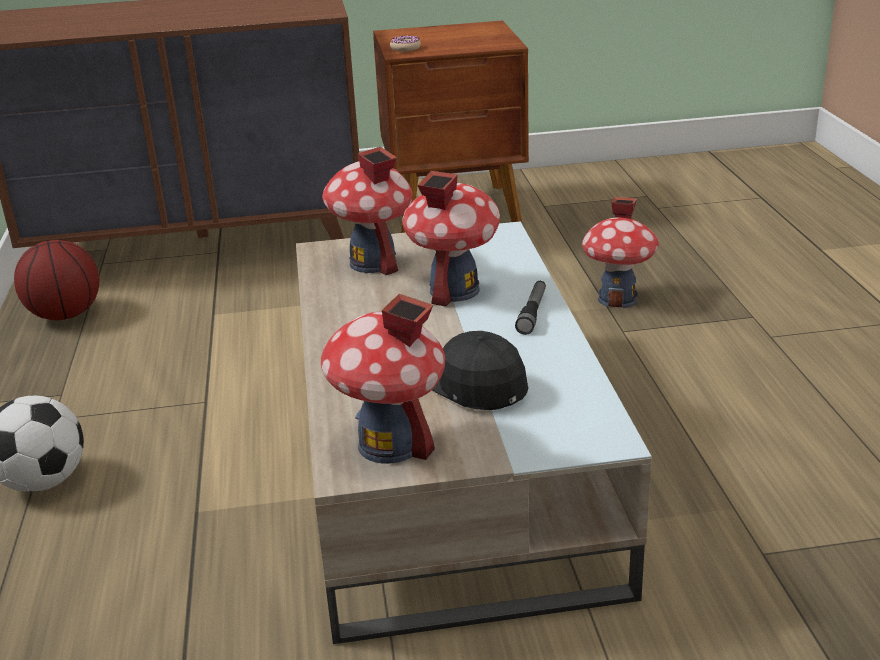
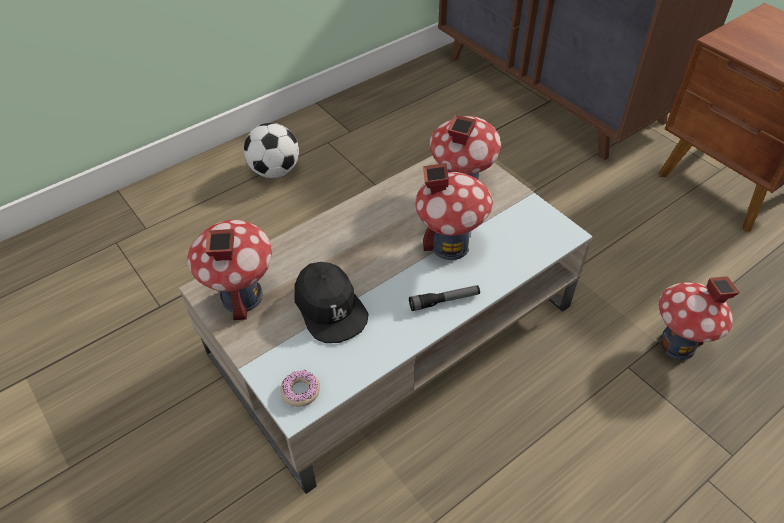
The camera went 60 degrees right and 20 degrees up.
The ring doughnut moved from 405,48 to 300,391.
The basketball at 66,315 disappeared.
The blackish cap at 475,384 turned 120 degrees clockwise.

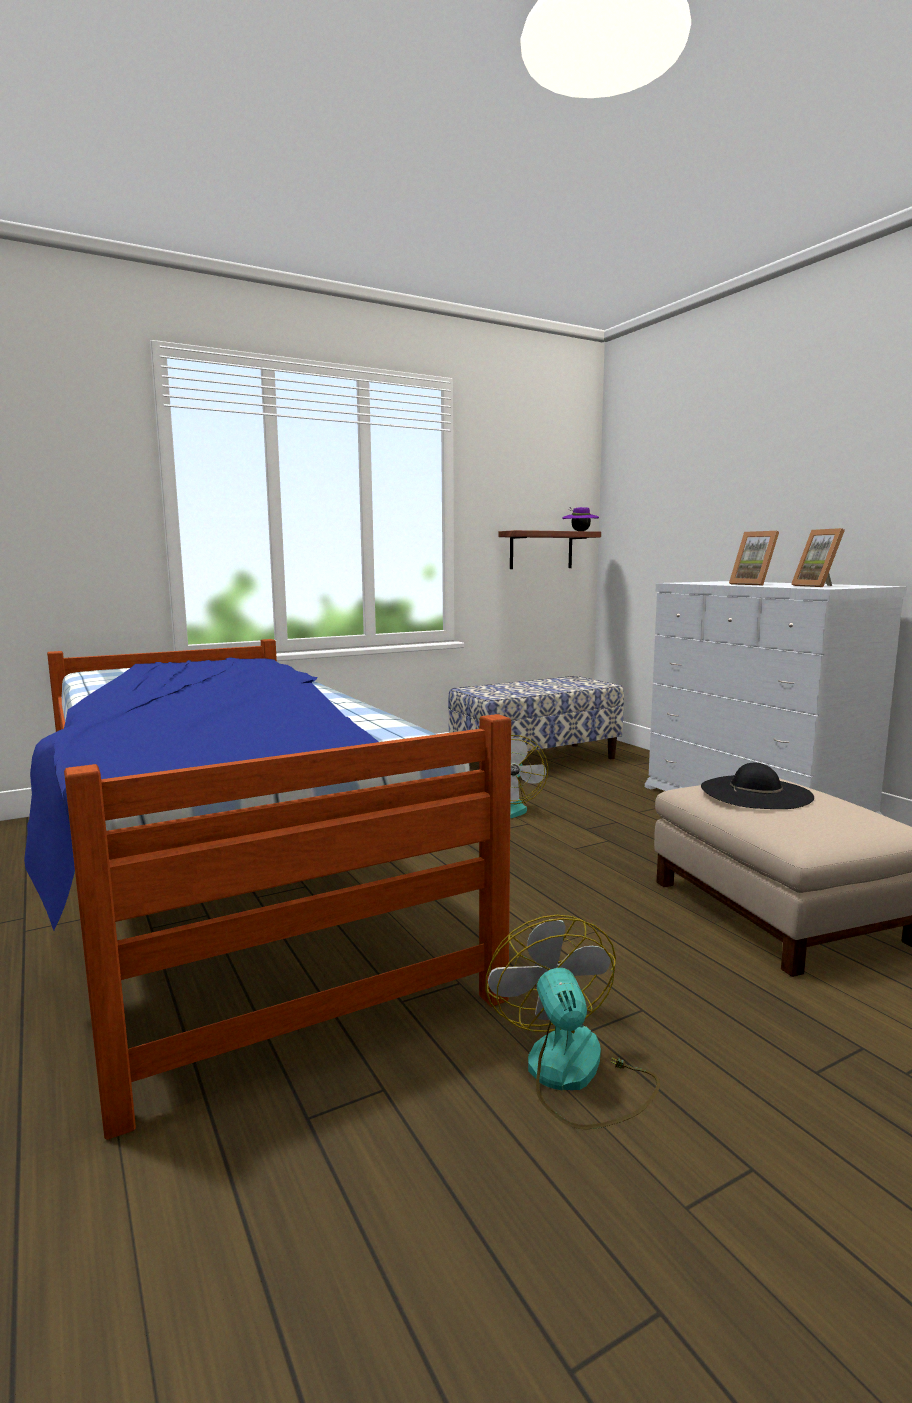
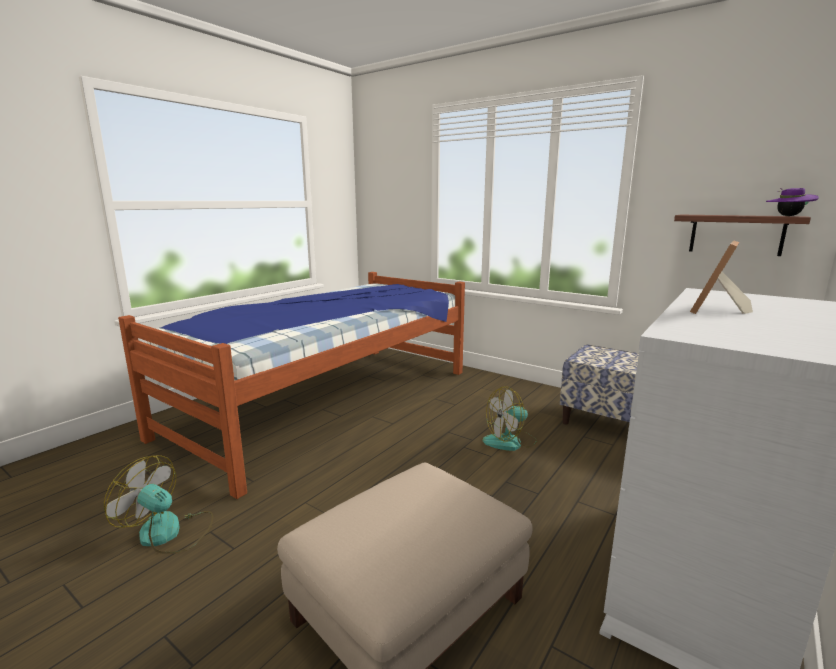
The camera went 65 degrees right and 5 degrees up.
The standing frame at 819,586 disappeared.
The blackish hat at 755,792 disappeared.
The electric fan at 574,1075 turned 120 degrees counterclockwise.

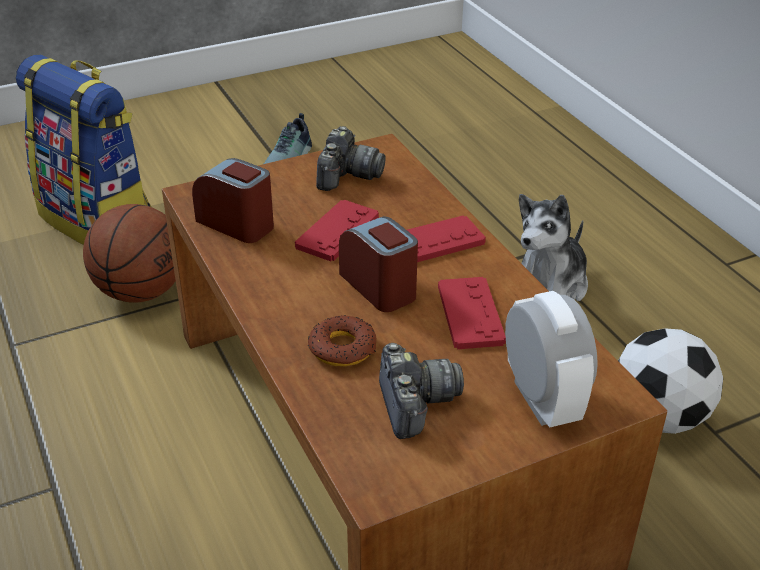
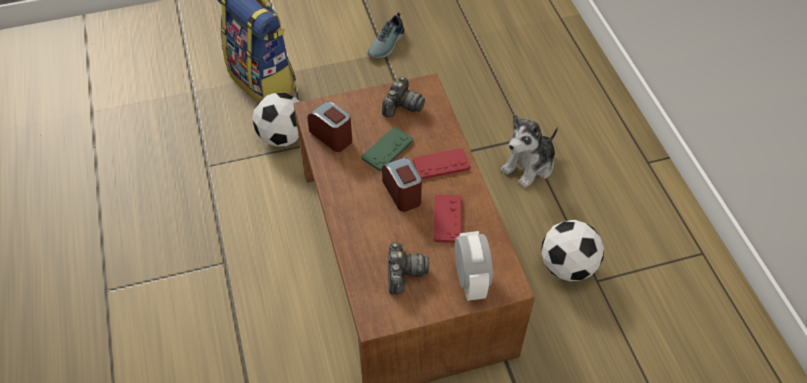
The camera went 10 degrees right and 15 degrees up.
The reddish game controller at 337,232 became the greenish game controller at 387,150.
The basketball at 141,291 was replaced by the ball for football at 283,137.
The ring doughnut at 342,348 disappeared.

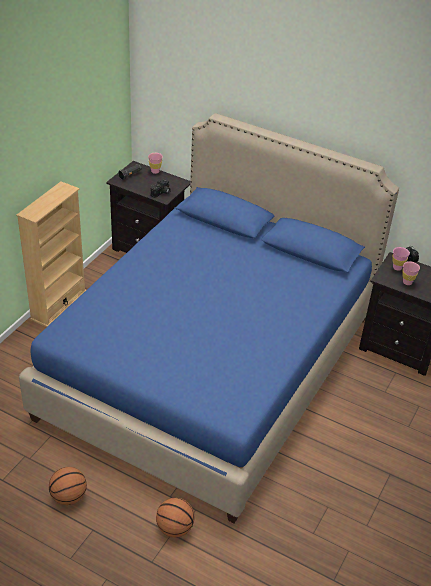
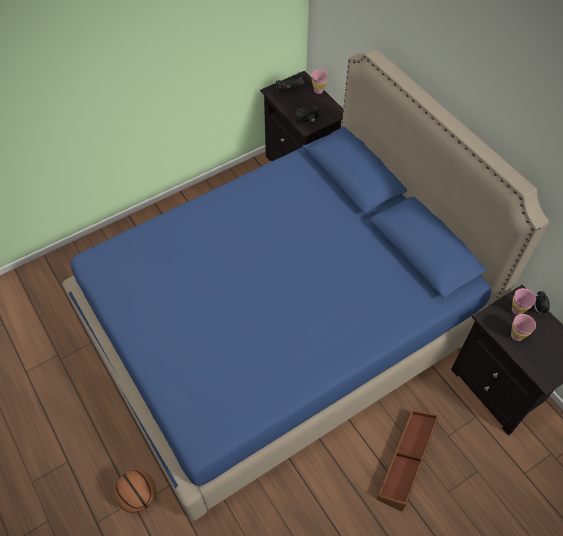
The camera went 30 degrees right and 15 degrees up.
The beige-coloured shelving unit at 58,305 disappeared.
The basketball at 68,497 disappeared.
The brownish storage box at 407,461 appeared.

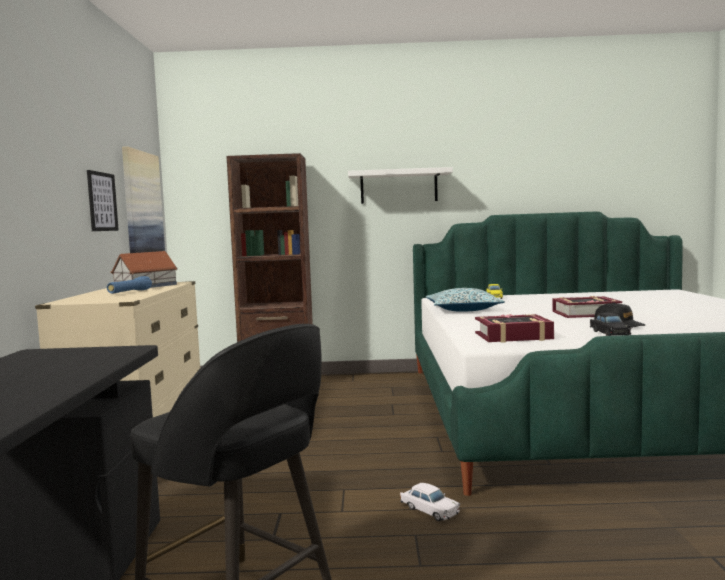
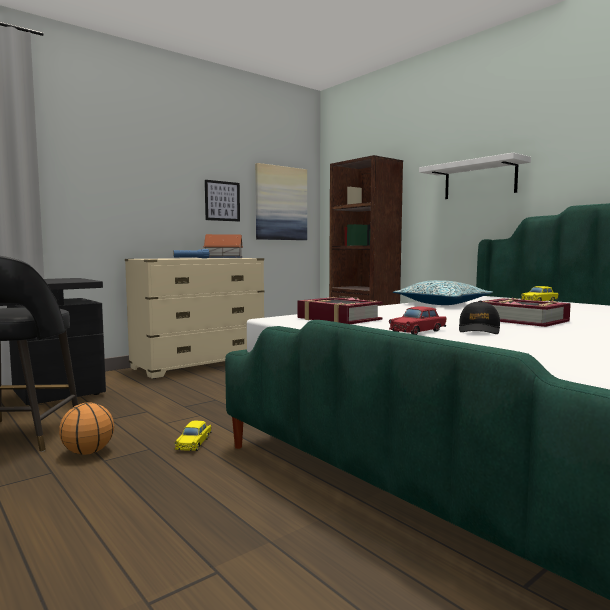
The camera went 50 degrees right and 0 degrees up.
The blackish model car at 609,333 became the reddish model car at 418,331.
The white model car at 429,510 became the yellowish model car at 194,443.
The basketball at 87,452 appeared.

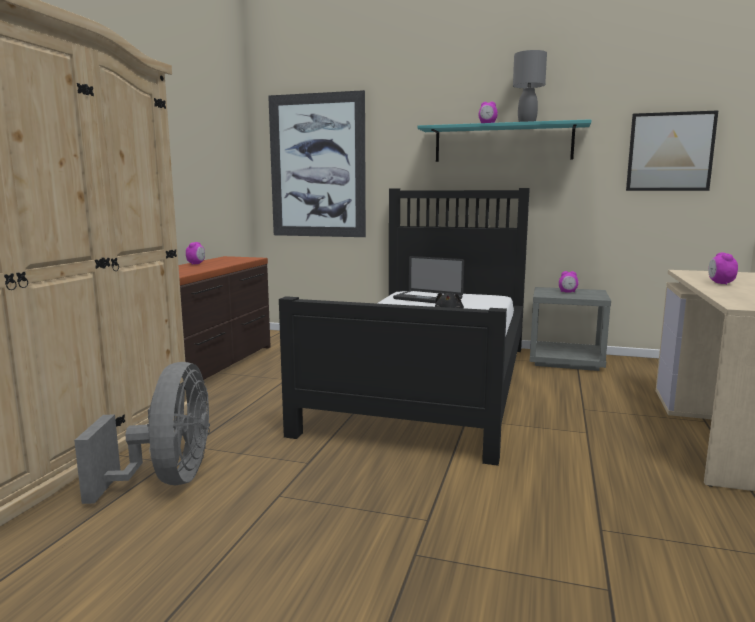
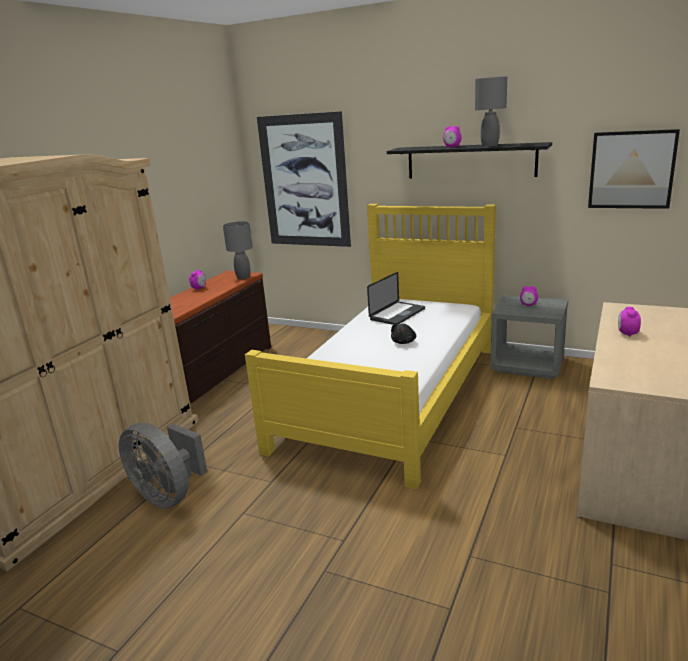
The camera went 10 degrees right and 10 degrees up.
The blue-green wall shelf at 503,143 became the blackish wall shelf at 470,161.
The blackish bedroom bed at 428,383 became the yellowish bedroom bed at 392,394.
The laptop at 428,299 turned 90 degrees counterclockwise.
The gray electric fan at 167,480 turned 120 degrees clockwise.
The gray tabletop lamp at 243,277 appeared.

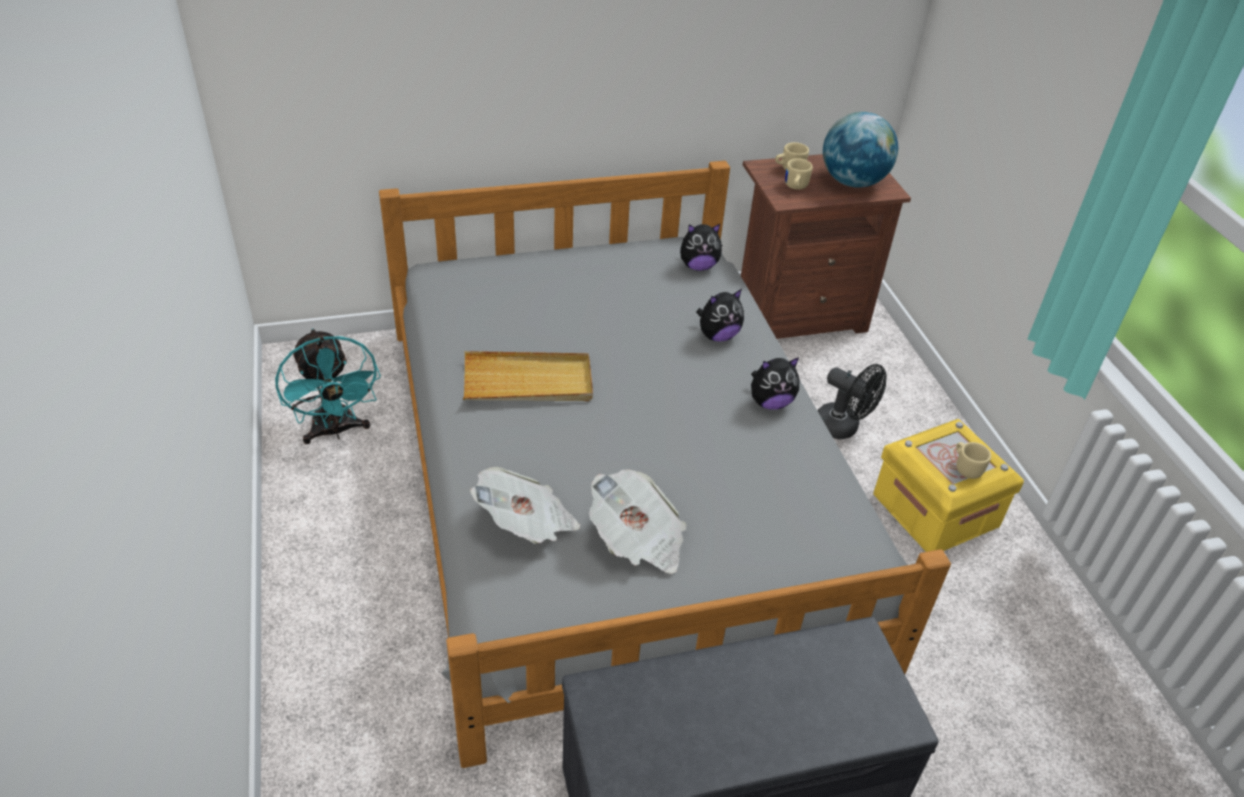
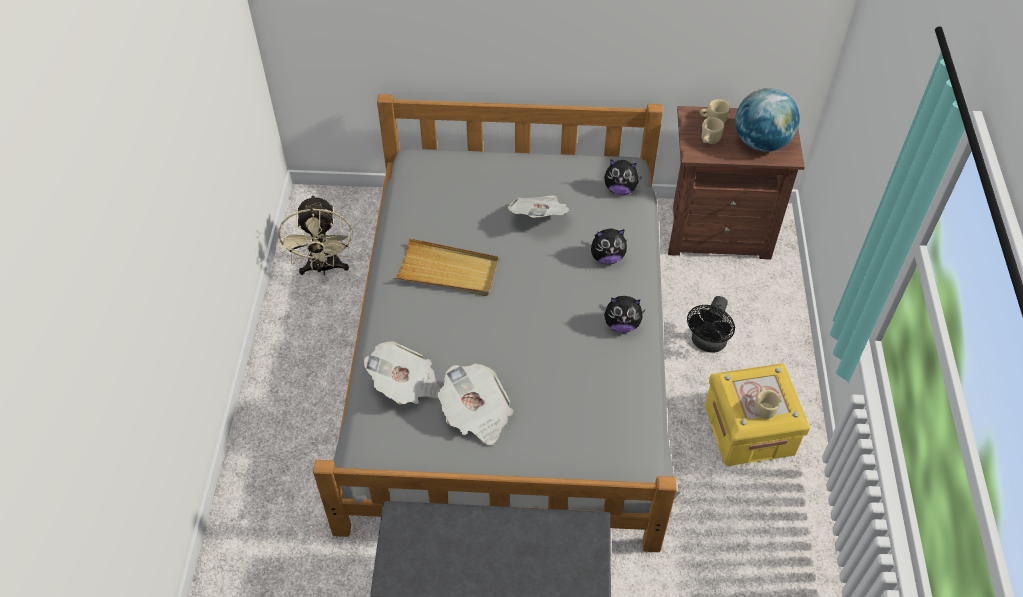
The camera went 20 degrees right and 10 degrees up.
The blue-green electric fan at 336,431 became the beige-coloured electric fan at 324,268.
The blackish electric fan at 843,428 turned 60 degrees clockwise.
The printed paper at 539,217 appeared.

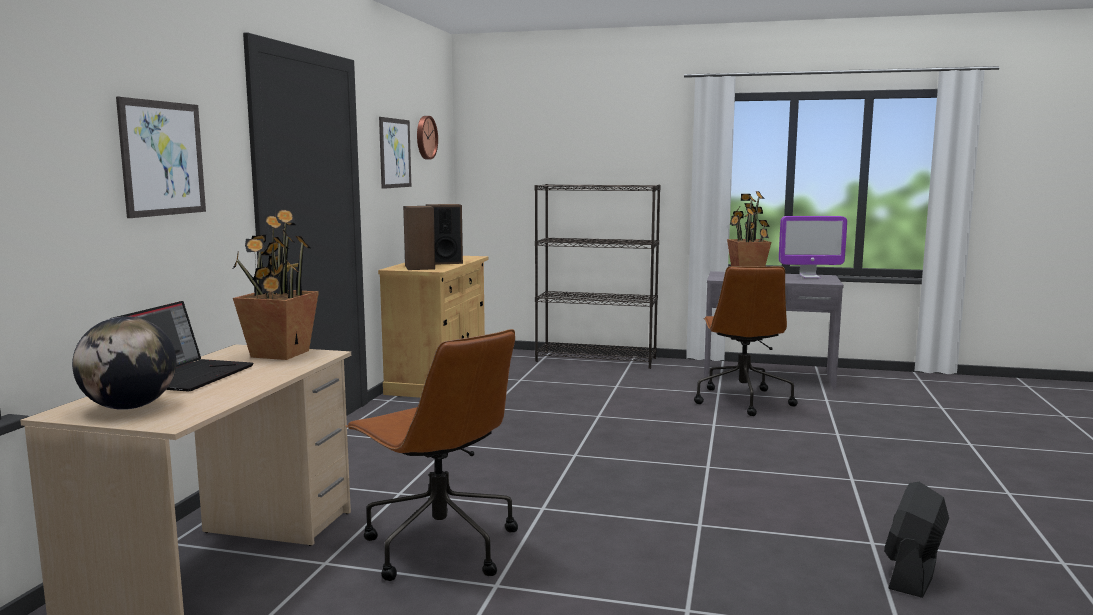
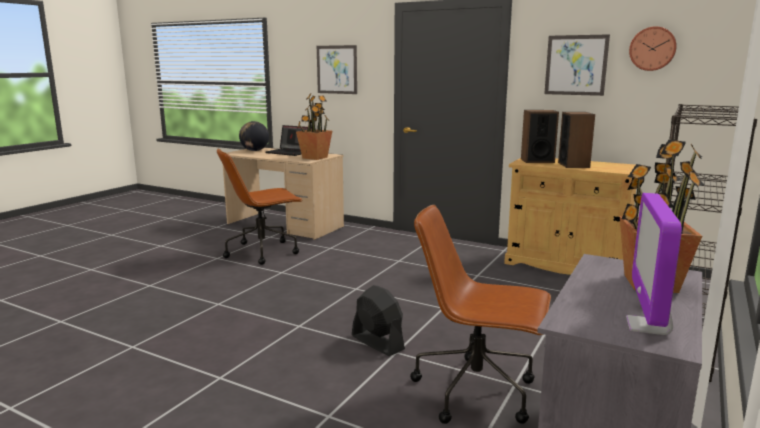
The camera went 105 degrees right and 5 degrees up.
The blackish electric fan moved from 912,574 to 377,342.

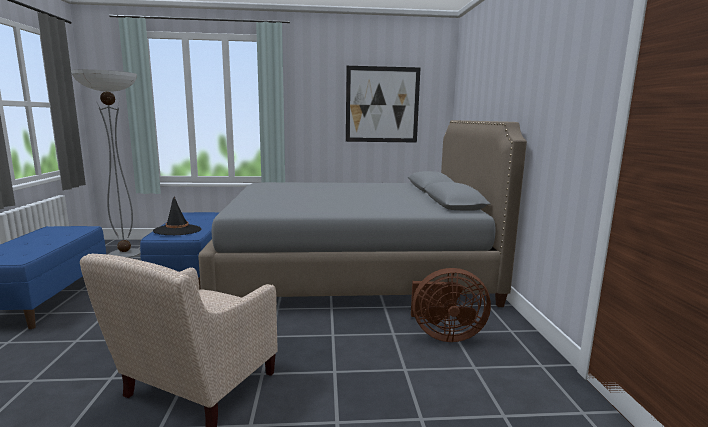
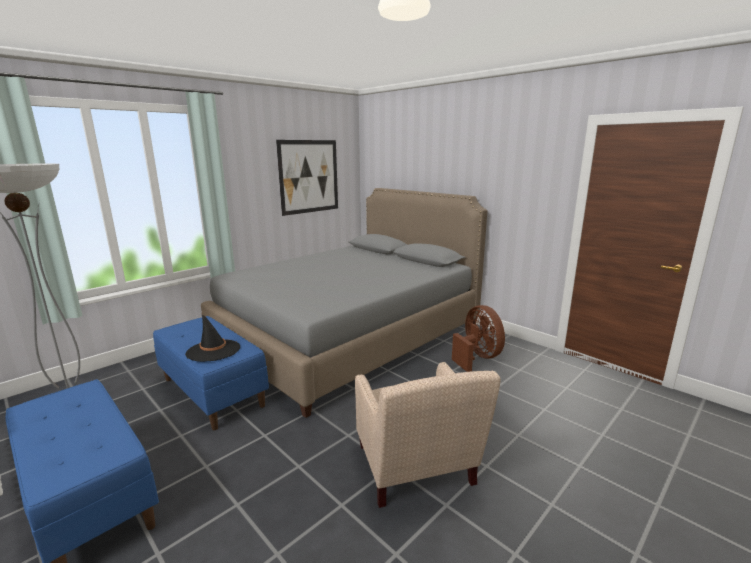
The camera went 40 degrees left and 5 degrees up.
The brownish electric fan at 444,334 turned 75 degrees counterclockwise.

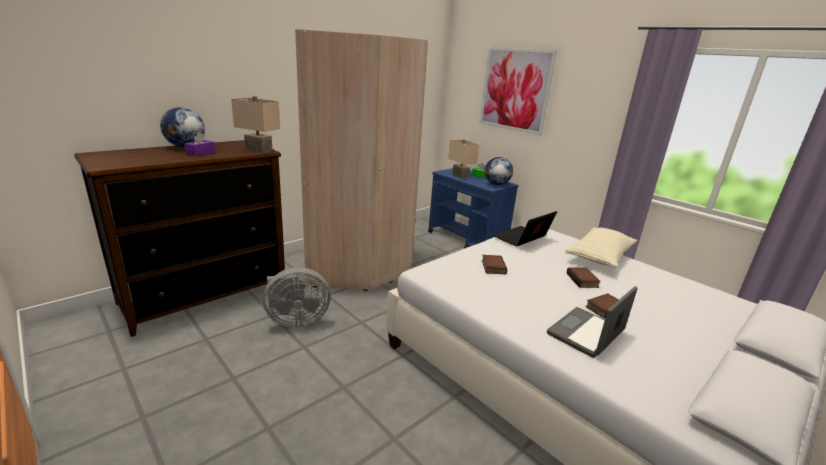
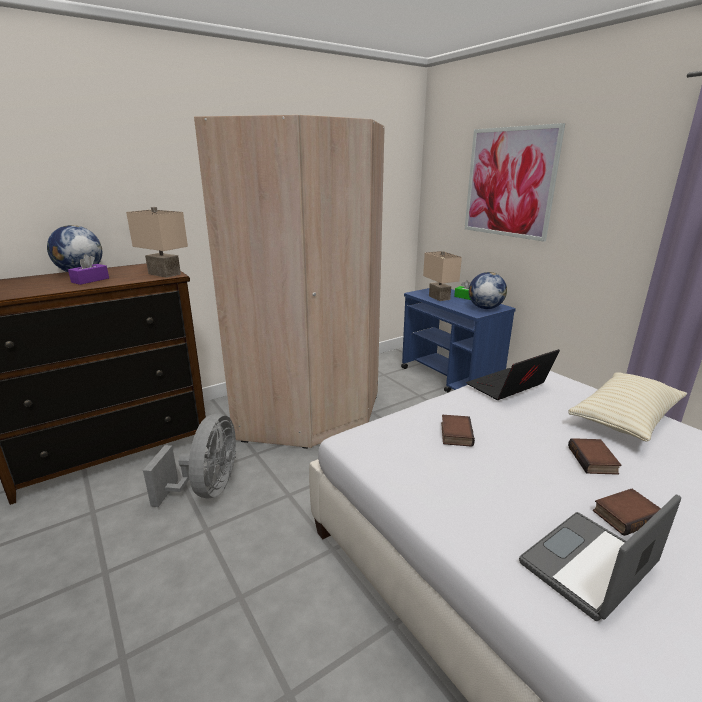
The camera went 10 degrees right and 0 degrees up.
The gray electric fan at 296,320 turned 75 degrees counterclockwise.

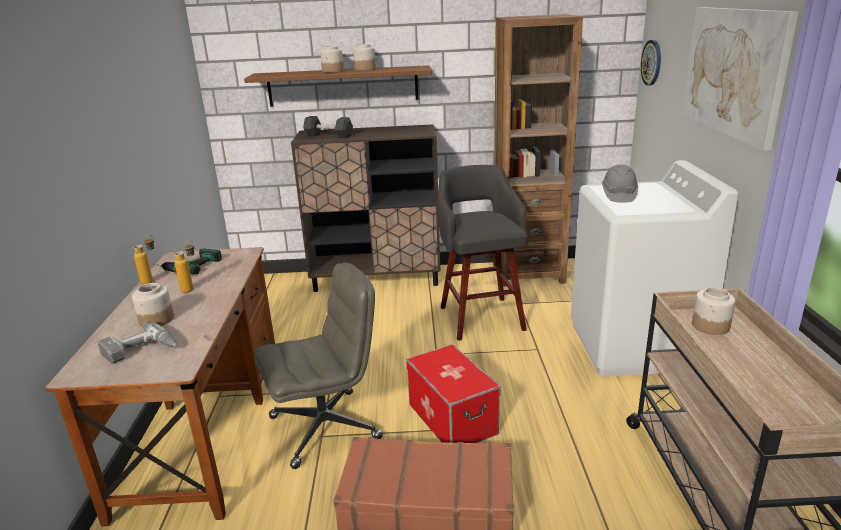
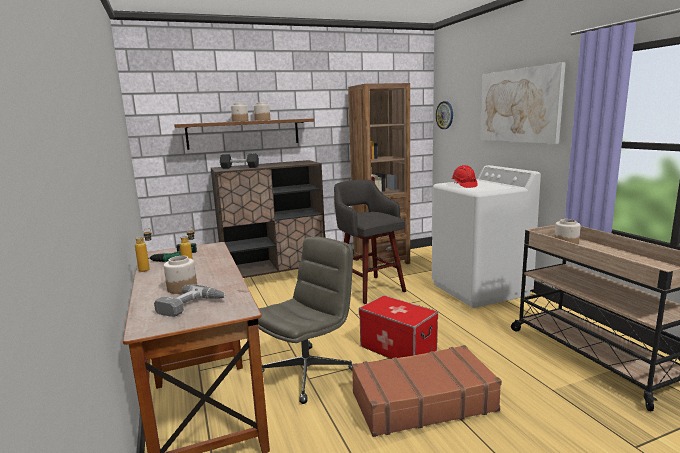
The camera went 20 degrees left and 10 degrees down.
The gray work helmet at 618,195 became the reddish work helmet at 464,185.

